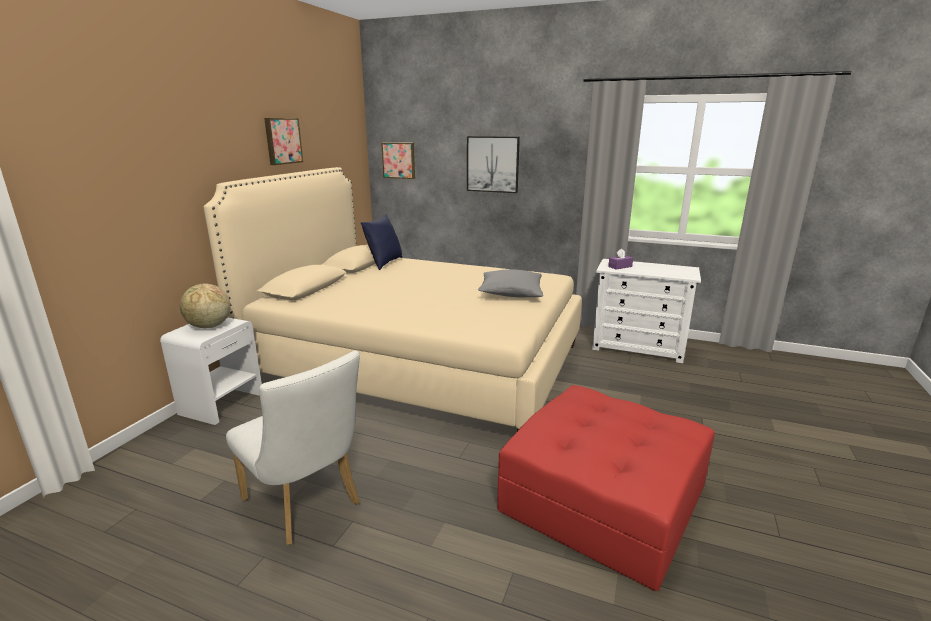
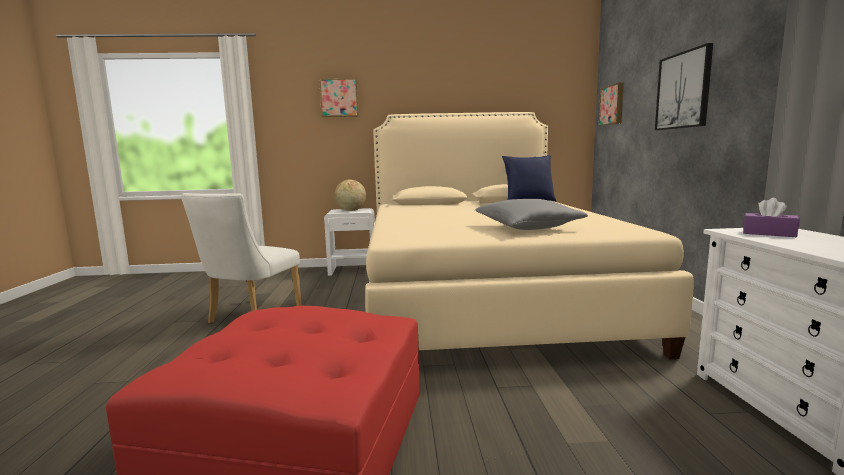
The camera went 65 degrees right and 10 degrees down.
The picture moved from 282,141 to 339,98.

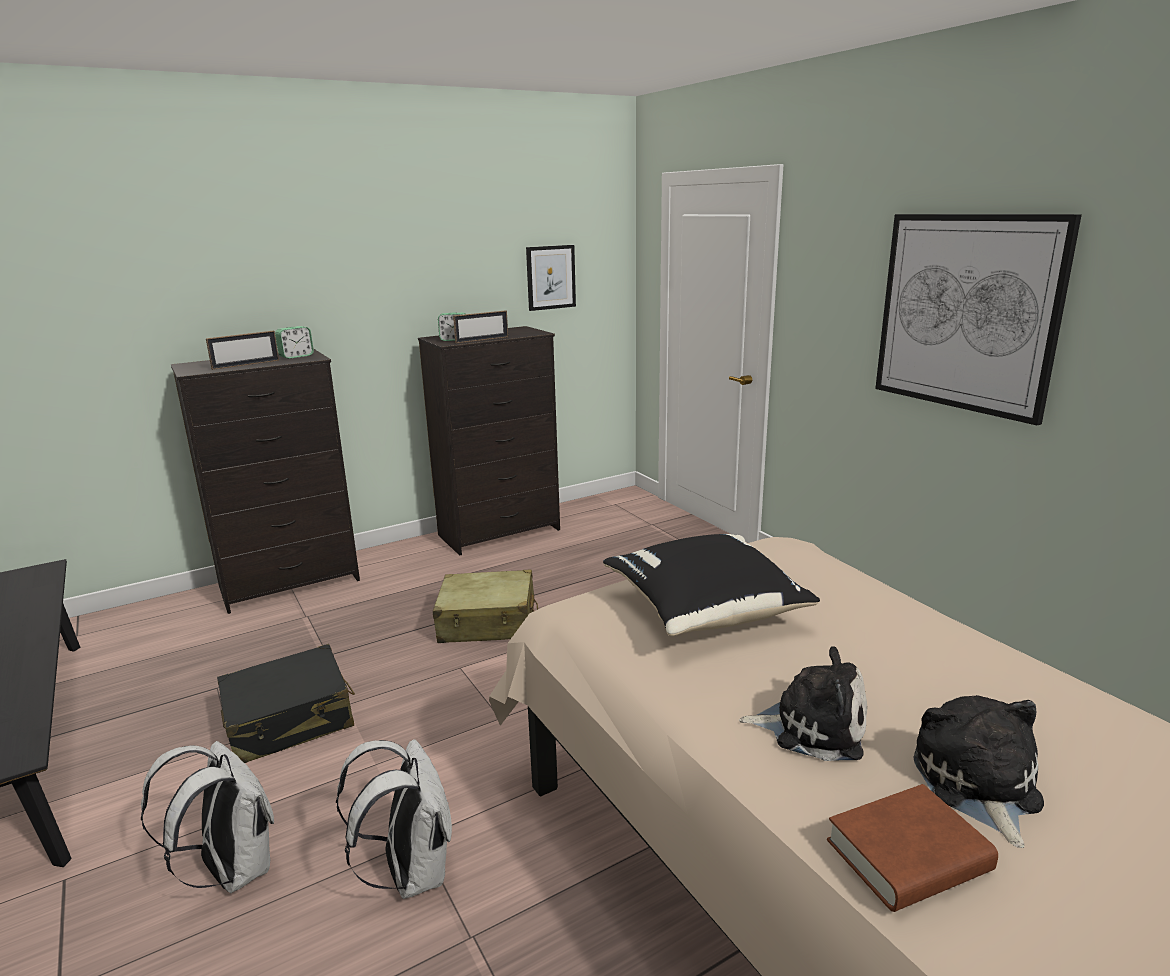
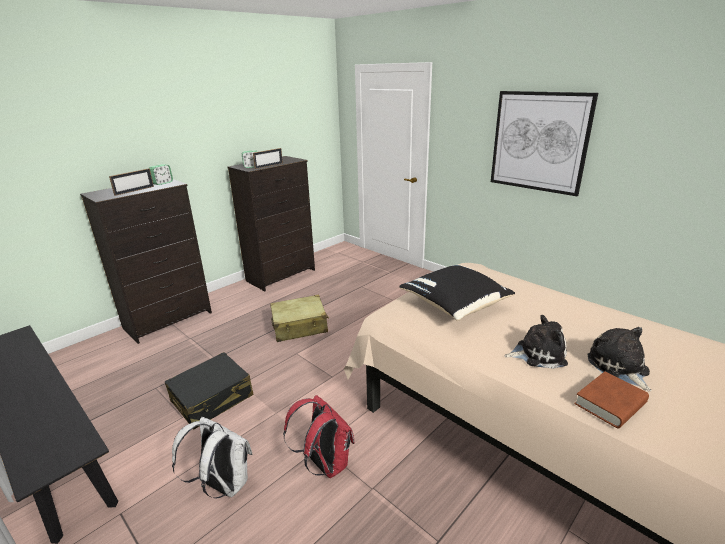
The camera went 15 degrees left and 5 degrees up.
The picture at 550,277 disappeared.
The white backpack at 411,872 became the reddish backpack at 324,464.

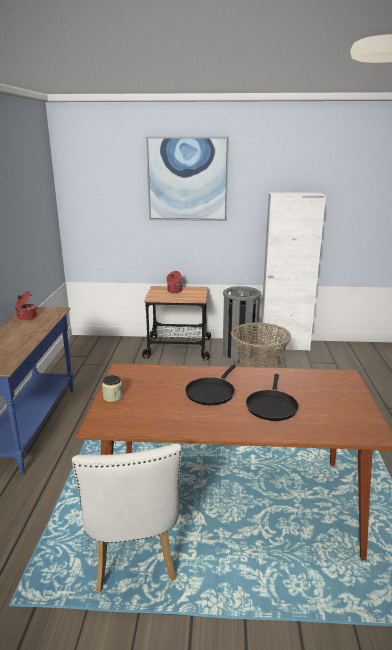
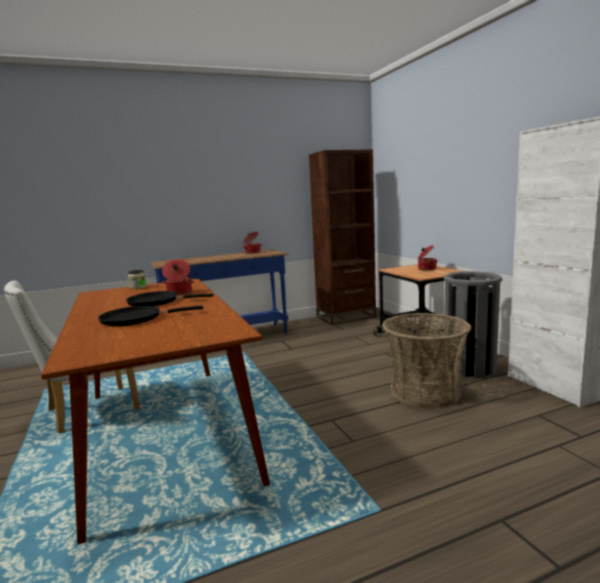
The camera went 65 degrees right and 10 degrees down.
The picture at 187,179 disappeared.
The brownish shelving unit at 346,317 appeared.
The stockpot at 179,293 appeared.

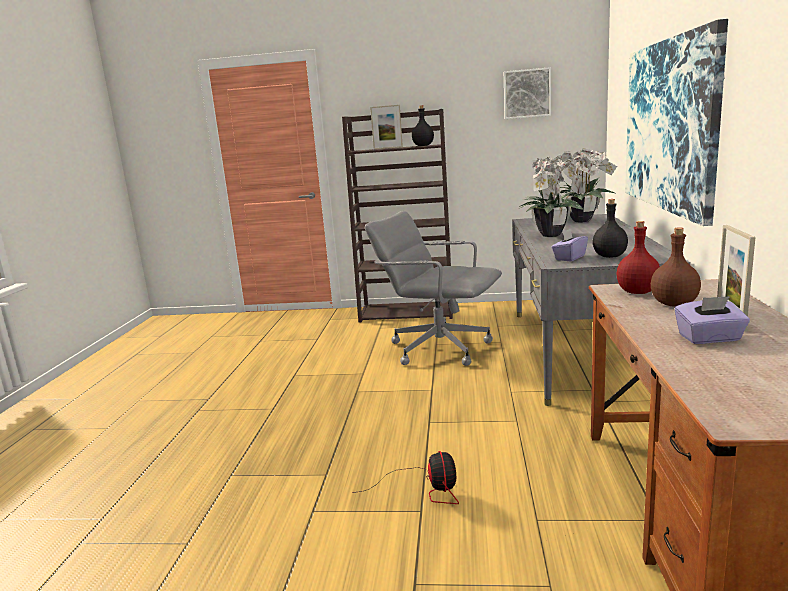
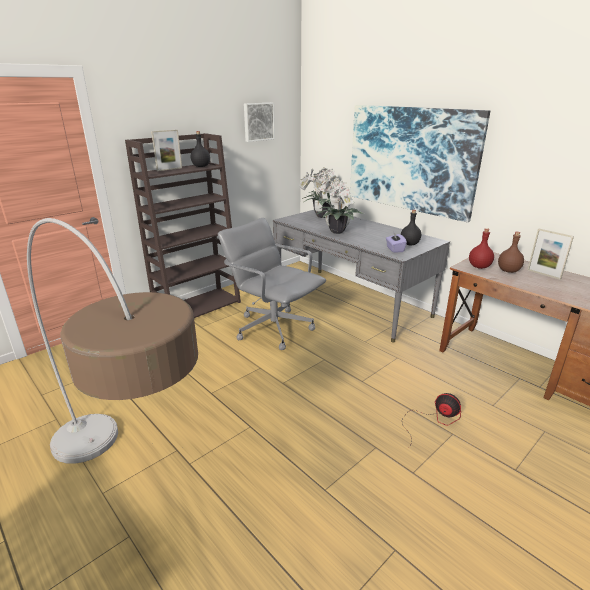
The camera went 50 degrees left and 10 degrees up.
The gray computer chair at 439,348 turned 60 degrees clockwise.
The purplish tissue box at 709,338 disappeared.
The standard lamp at 130,486 appeared.

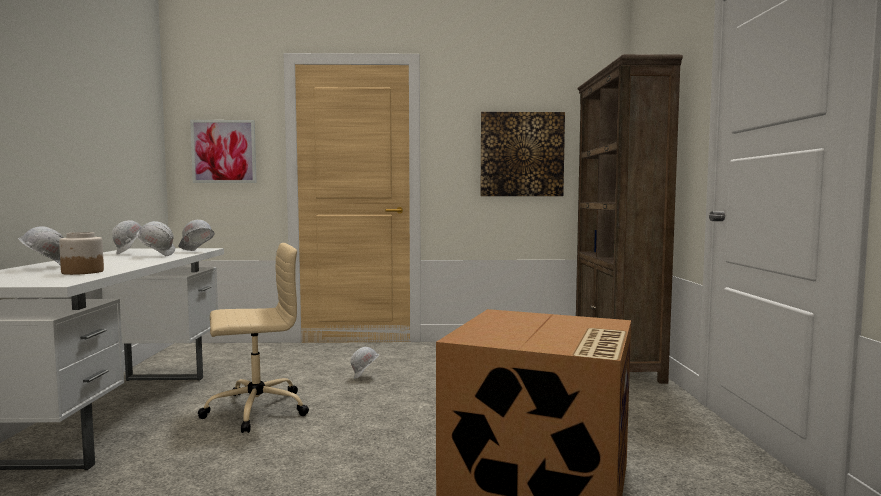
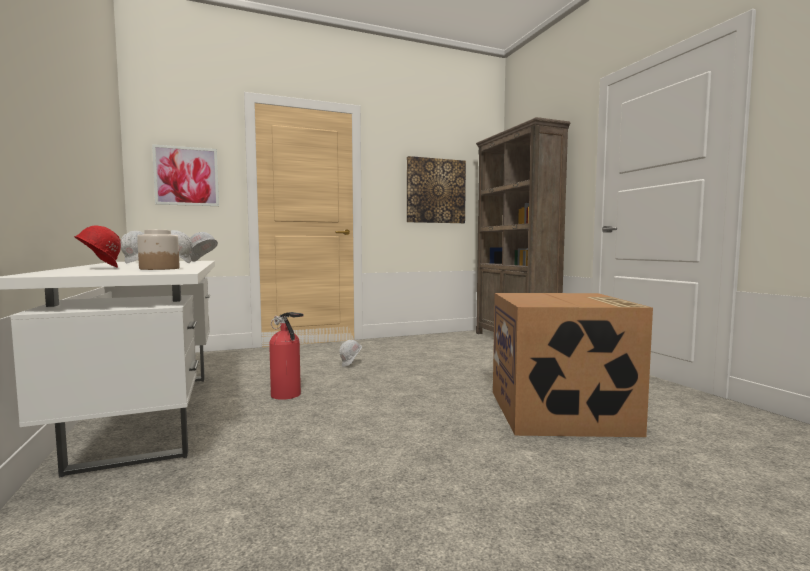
The camera went 20 degrees left and 0 degrees up.
The white work helmet at 44,268 became the reddish work helmet at 99,268.
The beige-coloured computer chair at 254,410 was replaced by the fire-fighting cylinder at 287,395.

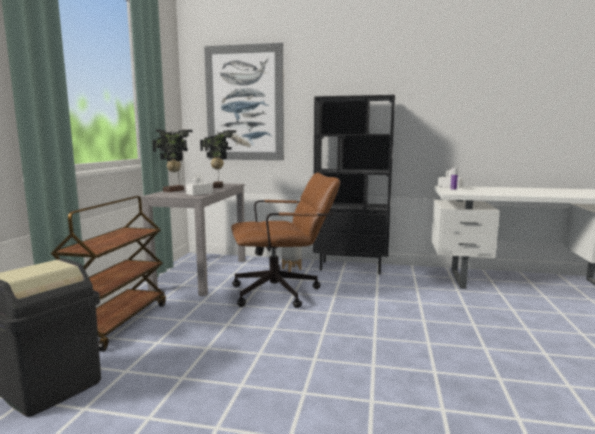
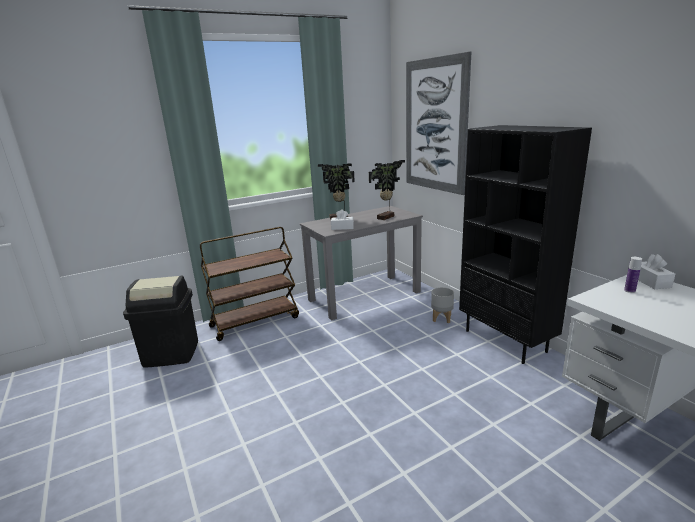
The camera went 50 degrees right and 10 degrees up.
The brownish computer chair at 283,292 disappeared.

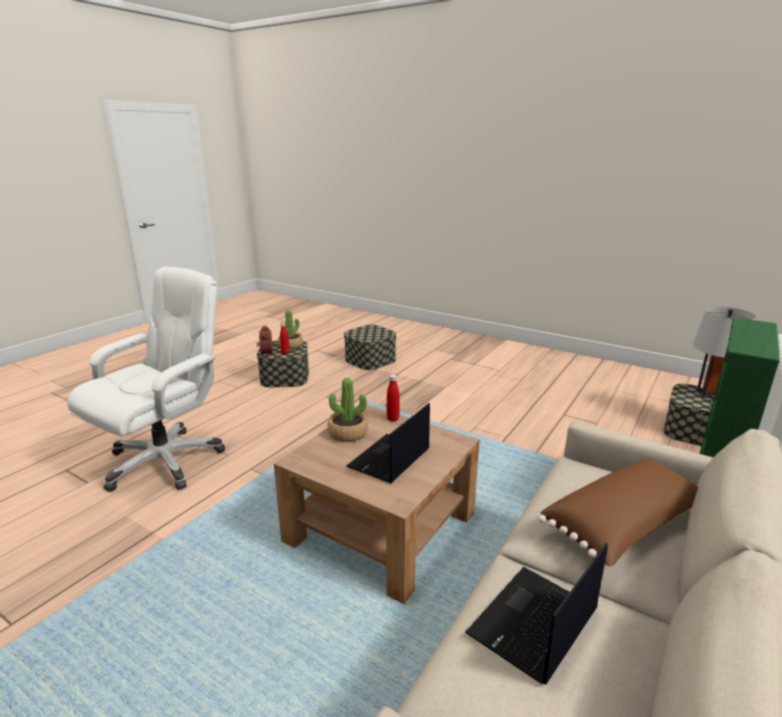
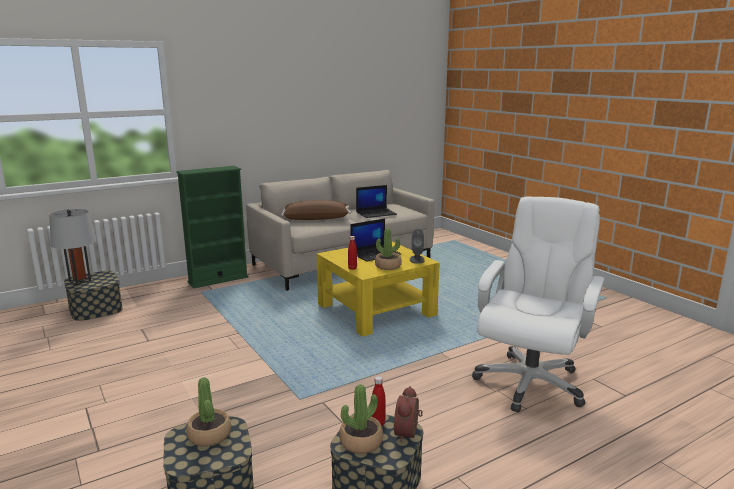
The camera went 155 degrees left and 5 degrees down.
The white computer chair at 165,460 turned 150 degrees clockwise.
The brownish lounge table at 381,527 became the yellowish lounge table at 376,310.
The gray audio speaker at 417,259 appeared.
The potted plant at 209,435 appeared.

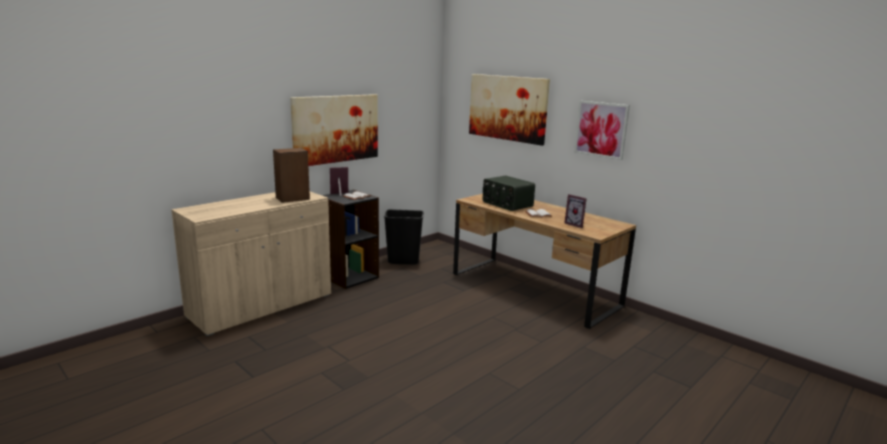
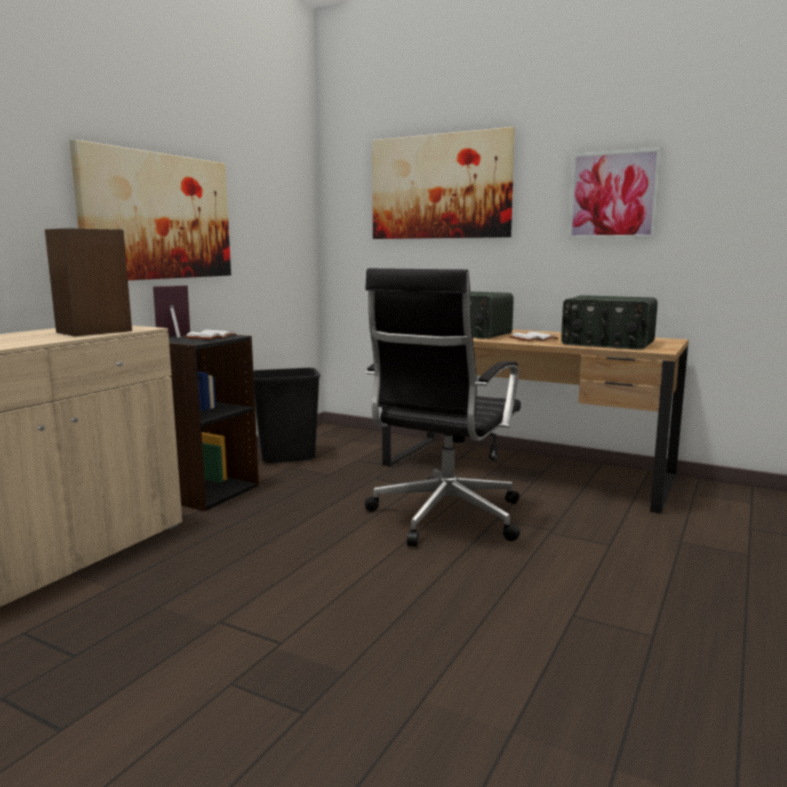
The camera went 15 degrees left and 5 degrees down.
The standing frame at 576,224 was replaced by the radio at 607,344.
The blackish computer chair at 444,518 appeared.

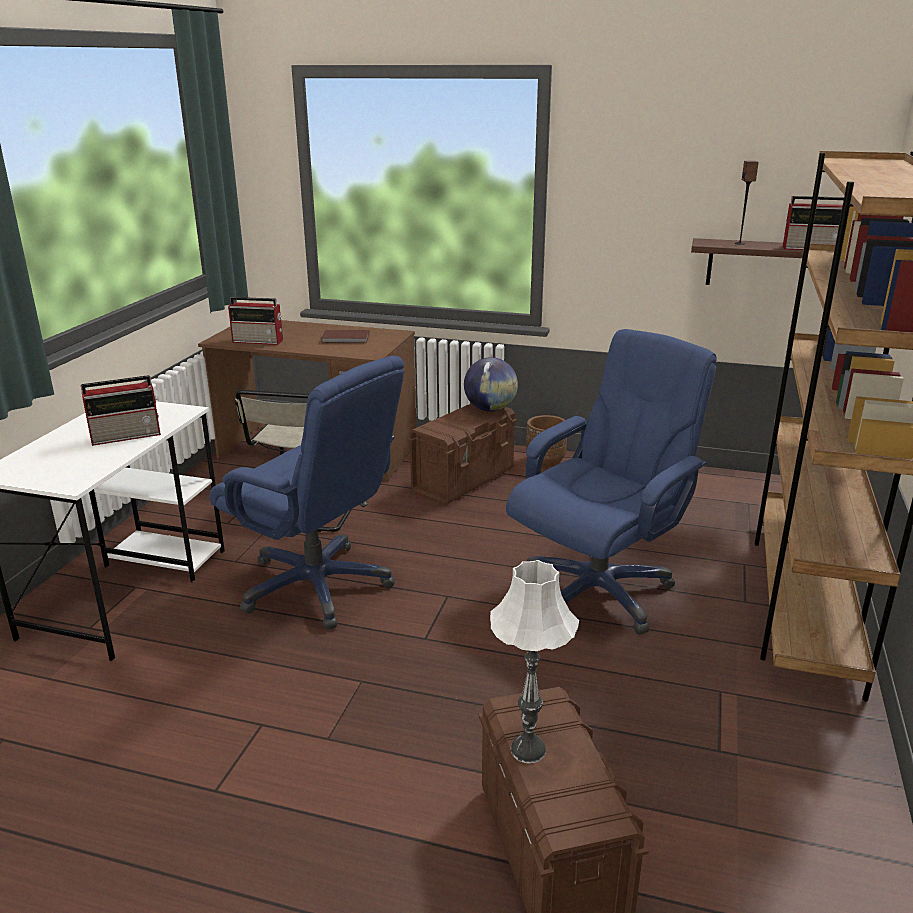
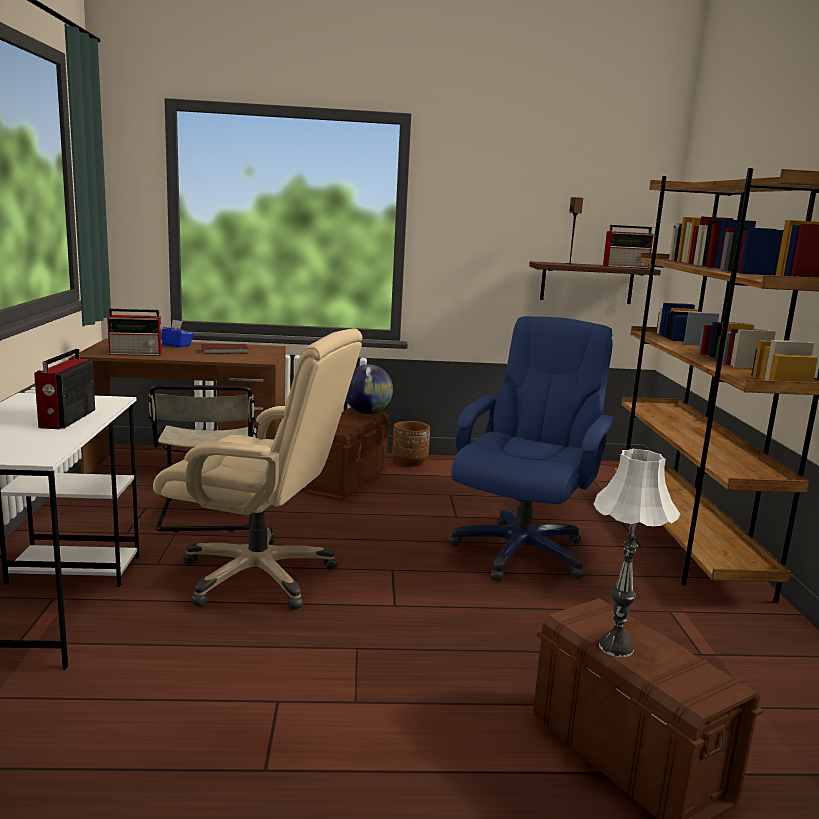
The camera went 20 degrees left and 10 degrees down.
The bluish computer chair at 317,586 became the beige-coloured computer chair at 259,575.
The radio at 127,436 turned 135 degrees clockwise.
The bluish tissue box at 175,345 appeared.

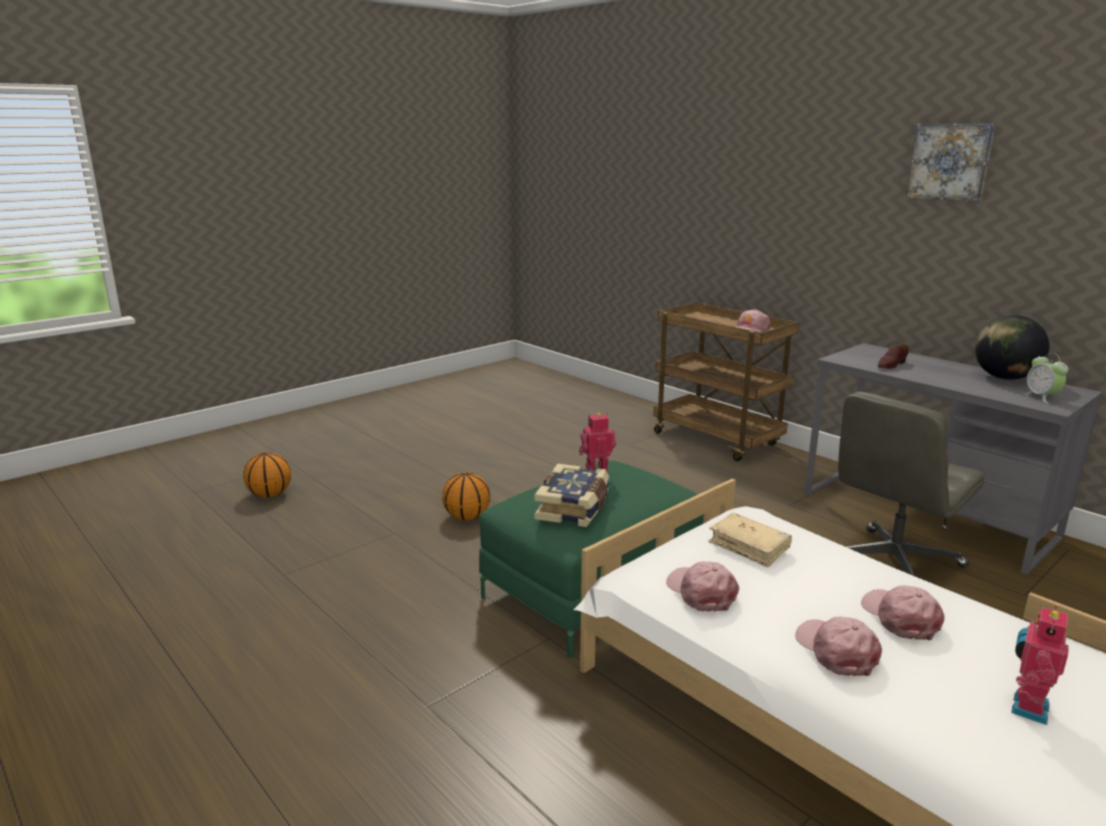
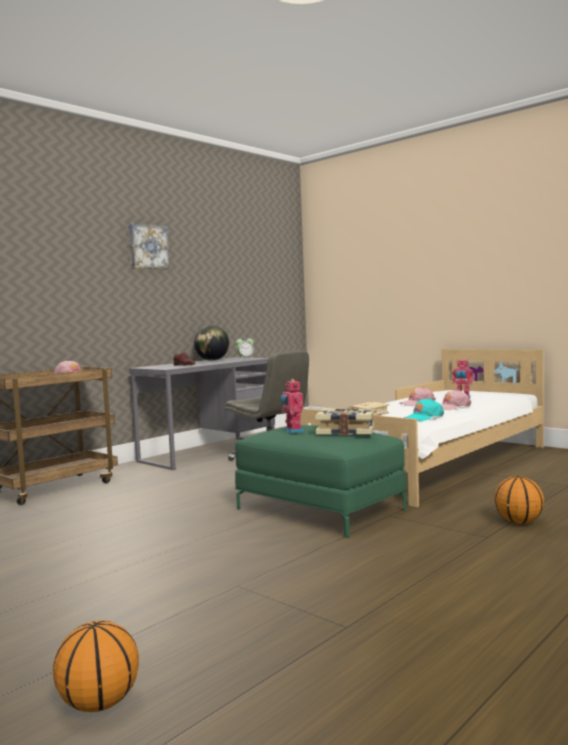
The camera went 95 degrees left and 15 degrees down.
The basketball moved from 467,517 to 518,522.
The pink cap at 701,592 became the blue-green cap at 423,418.

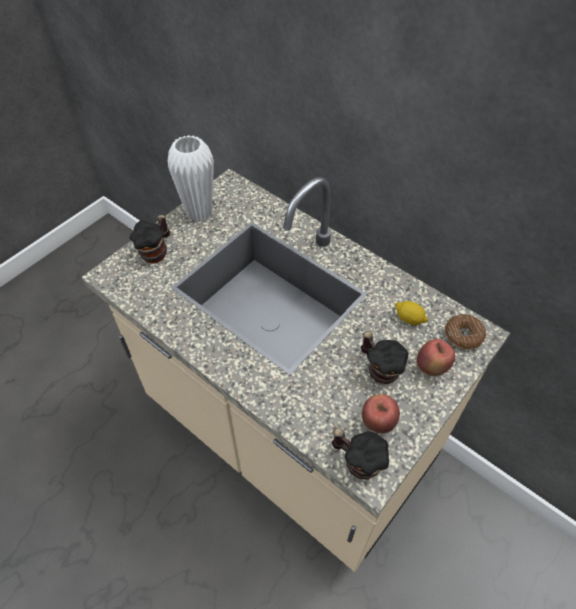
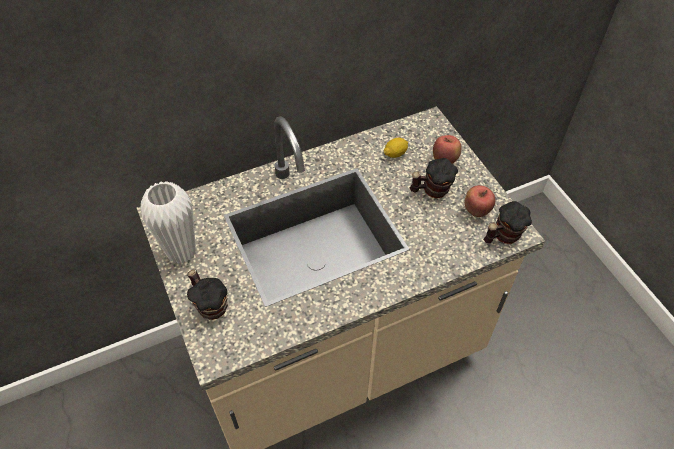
The camera went 65 degrees left and 0 degrees up.
The ring doughnut at 463,335 disappeared.

